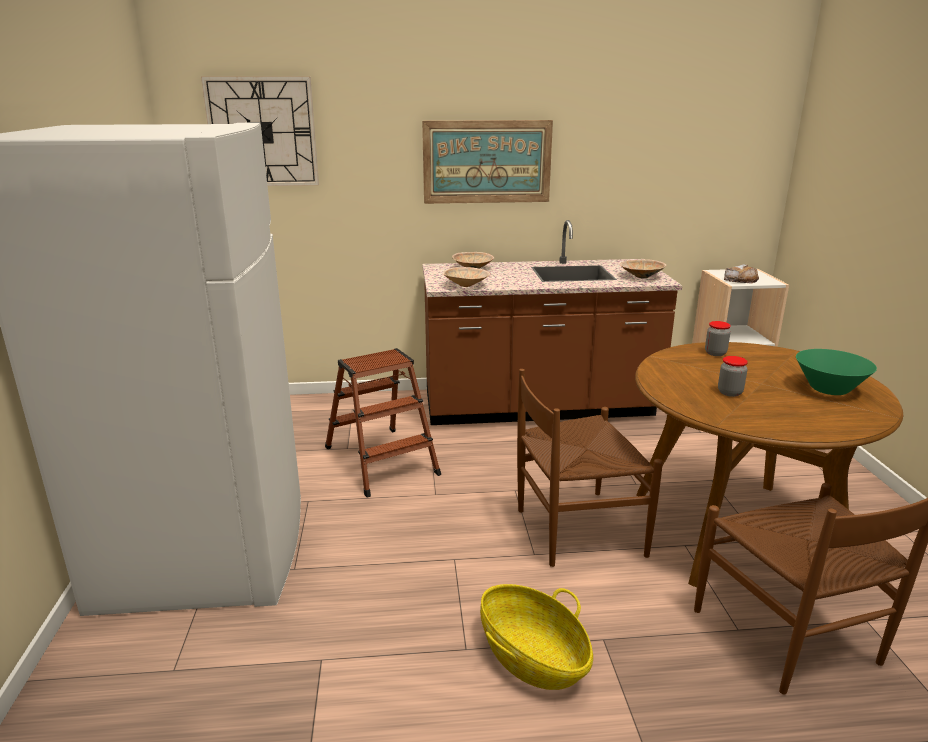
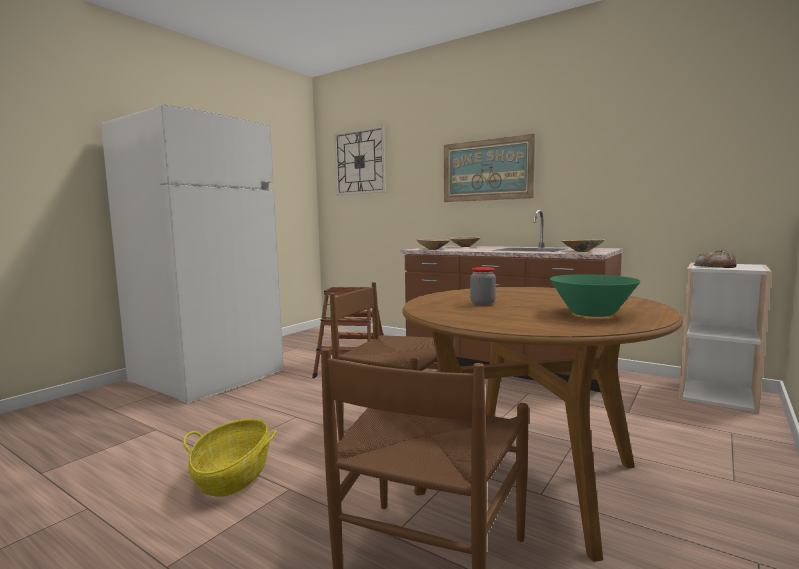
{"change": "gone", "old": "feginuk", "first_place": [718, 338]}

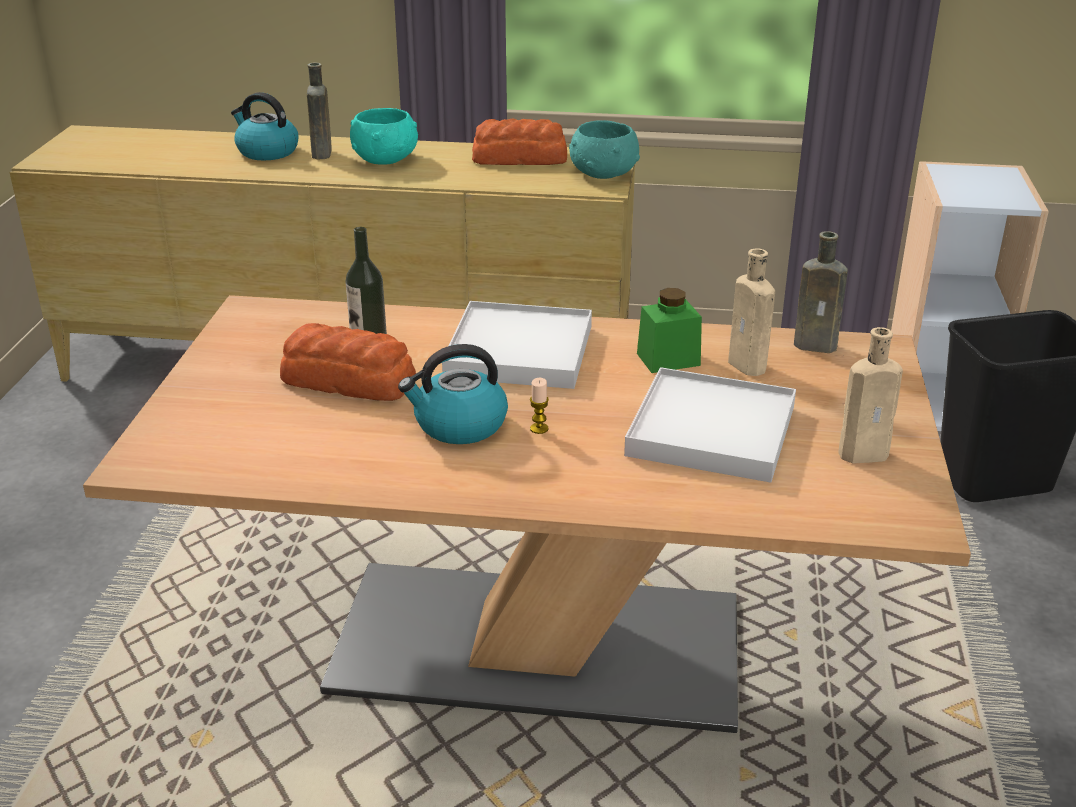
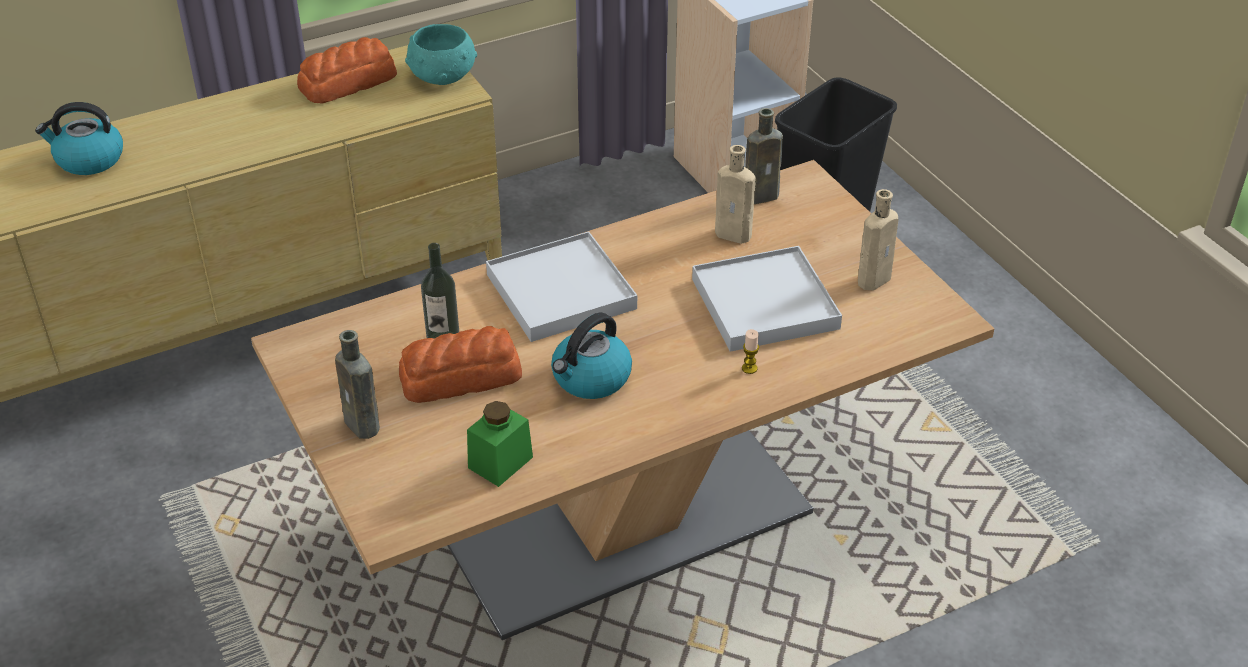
{"change": "shifted", "old": "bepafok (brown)", "first_place": [319, 110], "second_place": [357, 384]}
{"change": "gone", "old": "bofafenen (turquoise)", "first_place": [384, 136]}
{"change": "shifted", "old": "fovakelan", "first_place": [539, 406], "second_place": [750, 351]}
{"change": "shifted", "old": "feginuk (green)", "first_place": [669, 330], "second_place": [500, 444]}

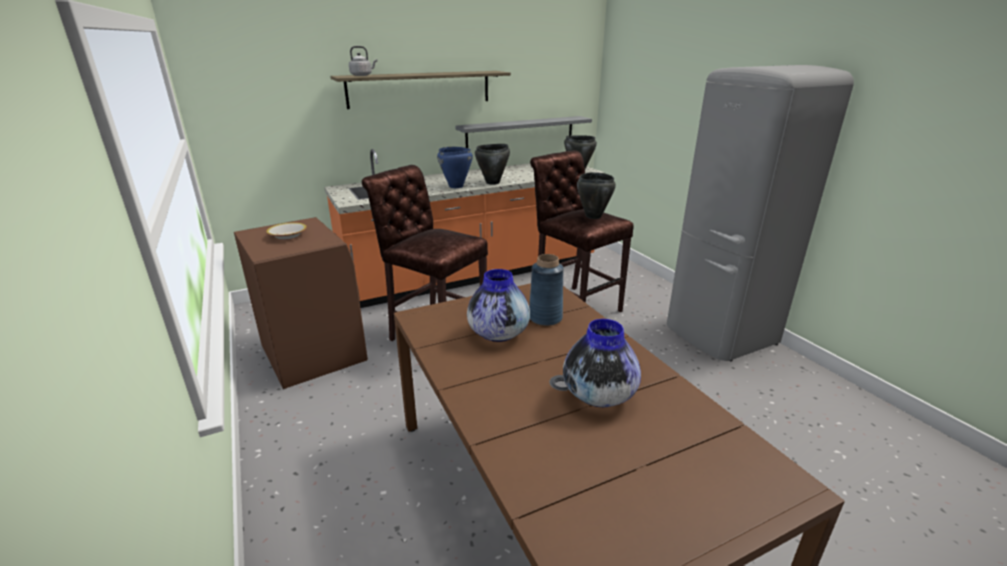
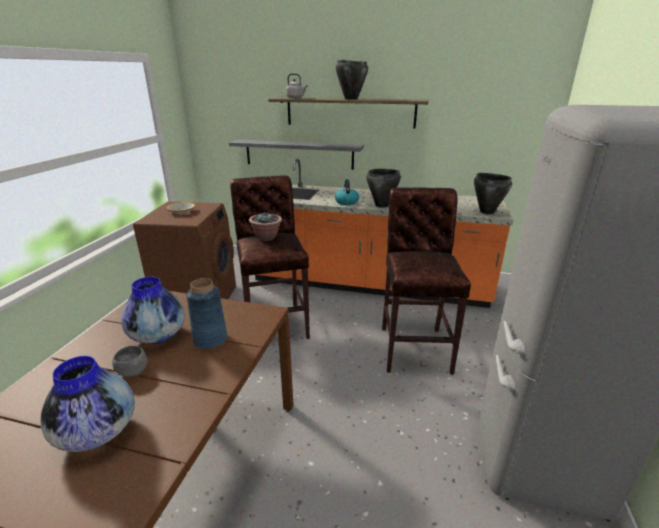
{"change": "swapped", "old": "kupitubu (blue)", "new": "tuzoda", "first_place": [455, 167], "second_place": [347, 192]}
{"change": "shifted", "old": "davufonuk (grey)", "first_place": [523, 132], "second_place": [296, 154]}
{"change": "shifted", "old": "kupitubu (black)", "first_place": [596, 195], "second_place": [352, 80]}
{"change": "new", "new": "bofafenen (grey)", "second_place": [129, 361]}
{"change": "new", "new": "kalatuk", "second_place": [265, 226]}

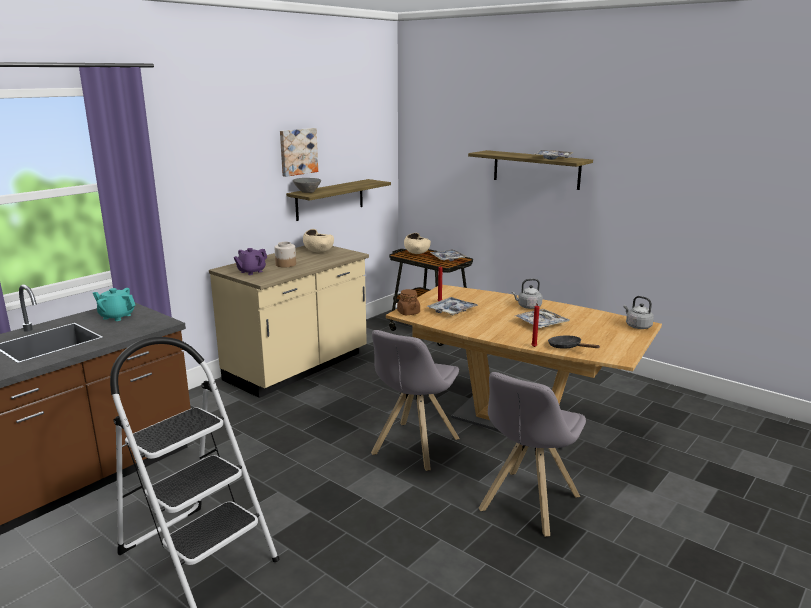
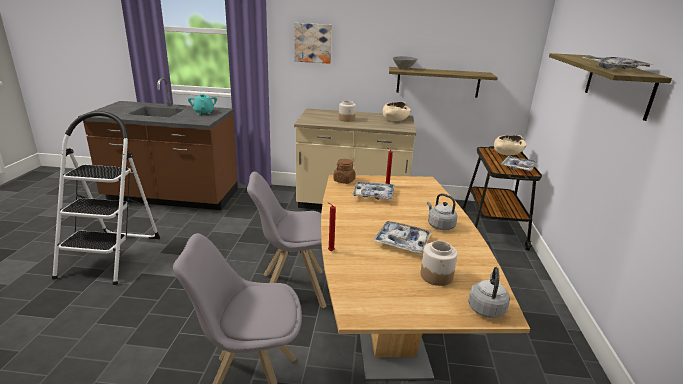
{"change": "gone", "old": "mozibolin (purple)", "first_place": [250, 261]}
{"change": "shifted", "old": "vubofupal", "first_place": [299, 152], "second_place": [313, 43]}
{"change": "gone", "old": "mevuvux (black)", "first_place": [574, 342]}
{"change": "new", "new": "feginuk", "second_place": [439, 263]}

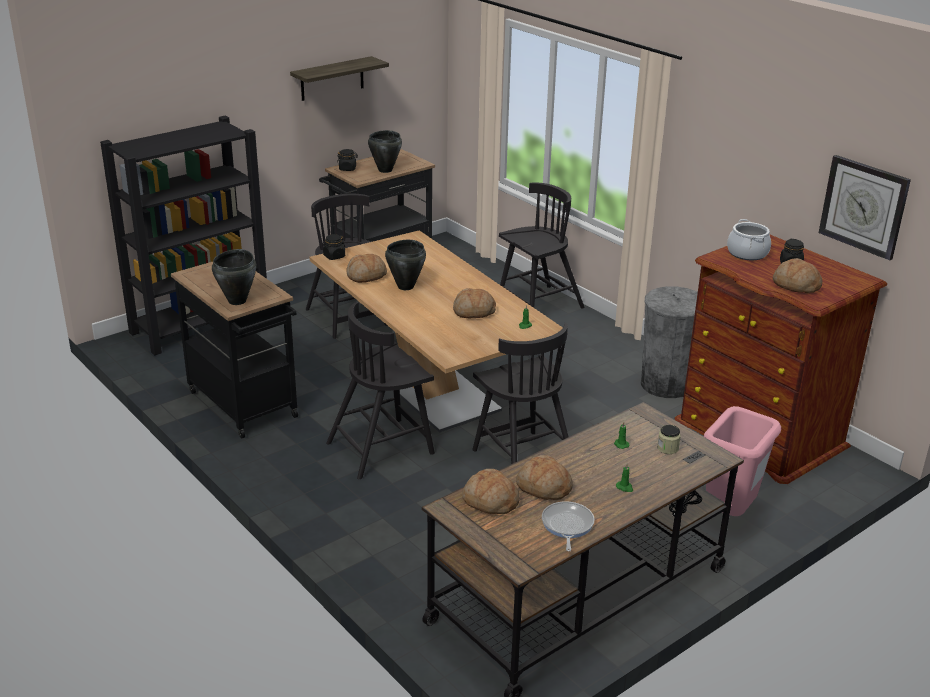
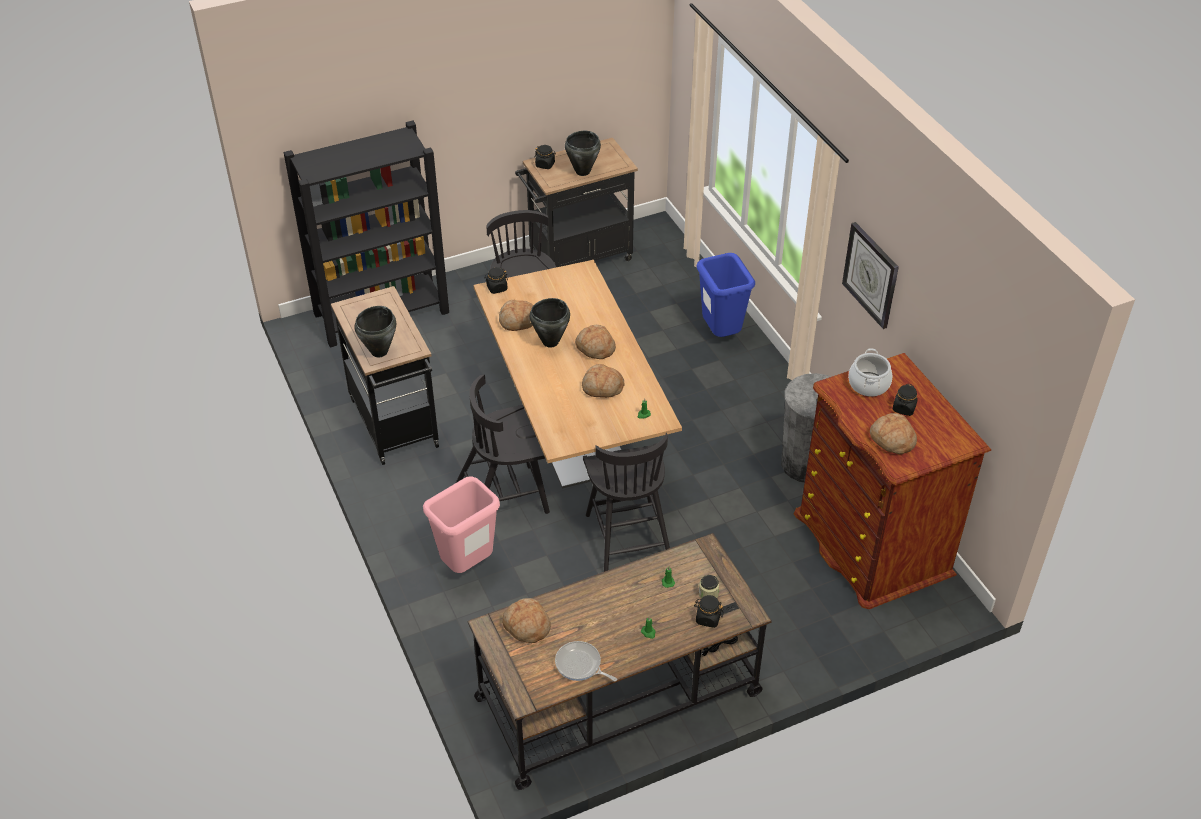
{"change": "gone", "old": "davufonuk", "first_place": [339, 78]}
{"change": "swapped", "old": "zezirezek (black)", "new": "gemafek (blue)", "first_place": [542, 245], "second_place": [726, 295]}
{"change": "shifted", "old": "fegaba", "first_place": [544, 477], "second_place": [595, 342]}
{"change": "rotated", "old": "mevuvux", "first_place": [568, 526], "second_place": [586, 661], "degrees": -75}
{"change": "shifted", "old": "gemafek (pink)", "first_place": [742, 461], "second_place": [461, 524]}
{"change": "shifted", "old": "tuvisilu", "first_place": [865, 208], "second_place": [870, 275]}
{"change": "new", "new": "feginuk (black)", "second_place": [709, 611]}

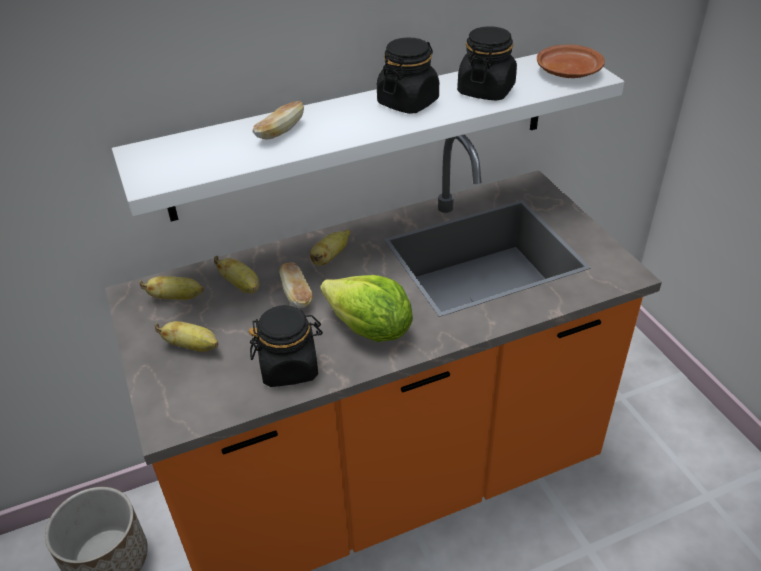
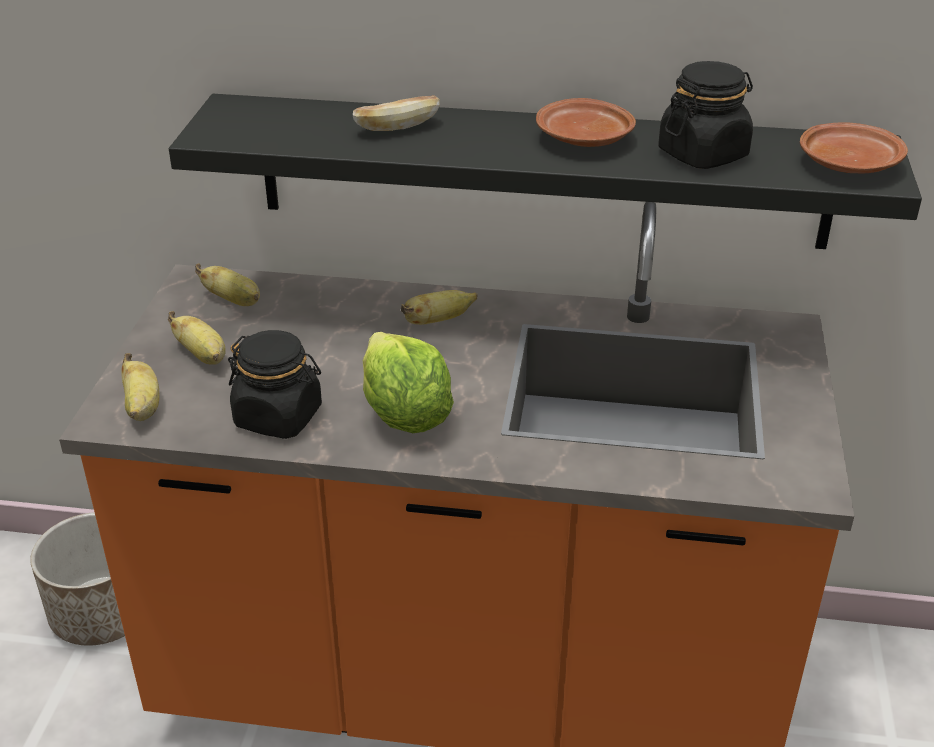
{"change": "repainted", "old": "davufonuk (white)", "new": "davufonuk (black)", "first_place": [368, 138], "second_place": [545, 171]}
{"change": "shifted", "old": "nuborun", "first_place": [237, 274], "second_place": [140, 387]}
{"change": "gone", "old": "fegaba", "first_place": [296, 285]}
{"change": "swapped", "old": "feginuk (black)", "new": "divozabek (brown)", "first_place": [408, 75], "second_place": [586, 122]}

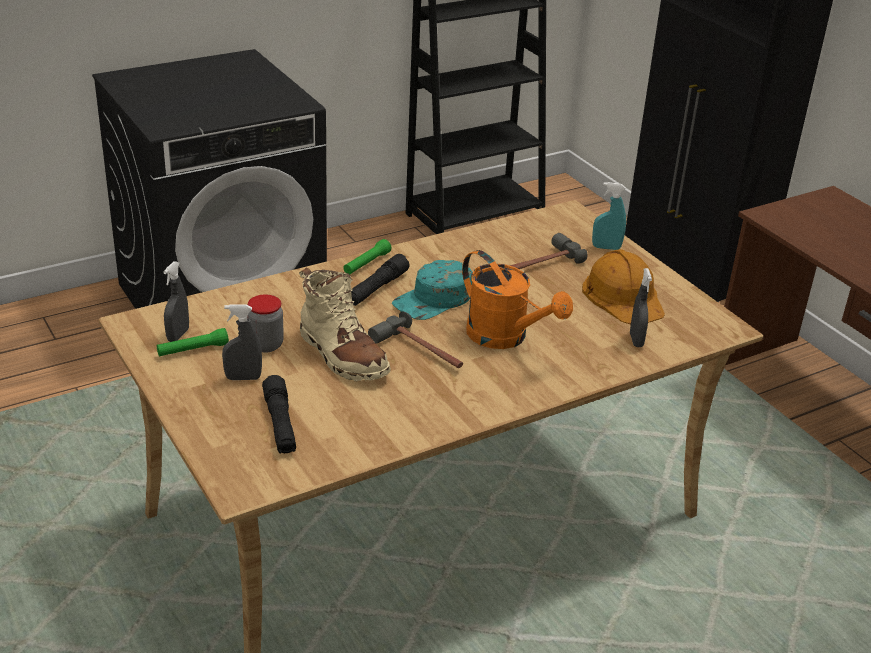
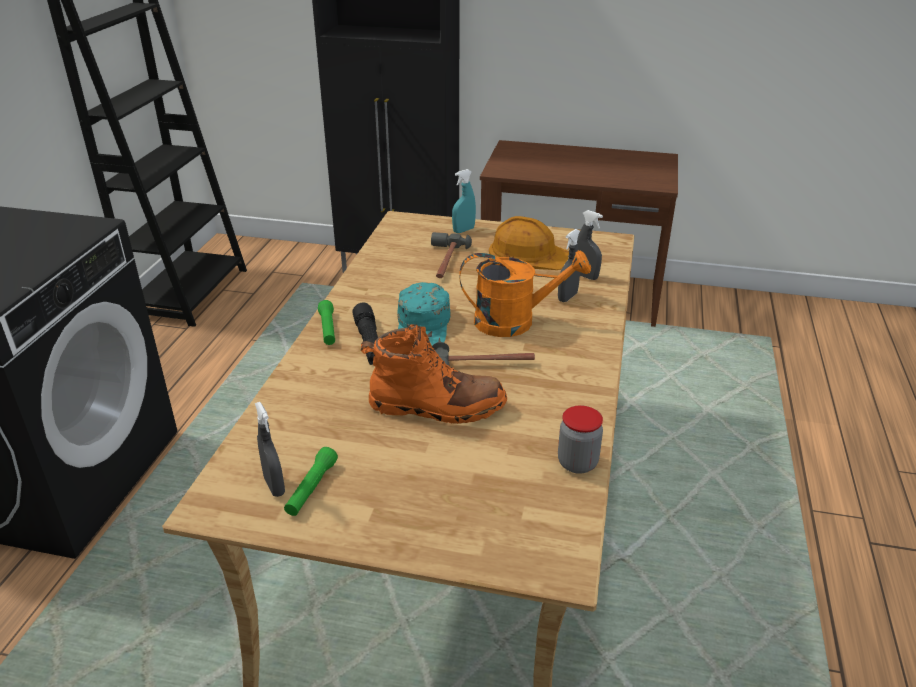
{"change": "shifted", "old": "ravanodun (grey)", "first_place": [242, 342], "second_place": [569, 265]}
{"change": "shifted", "old": "feginuk", "first_place": [265, 323], "second_place": [580, 439]}
{"change": "gone", "old": "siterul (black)", "first_place": [279, 414]}
{"change": "repainted", "old": "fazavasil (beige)", "new": "fazavasil (orange)", "first_place": [345, 324], "second_place": [434, 374]}

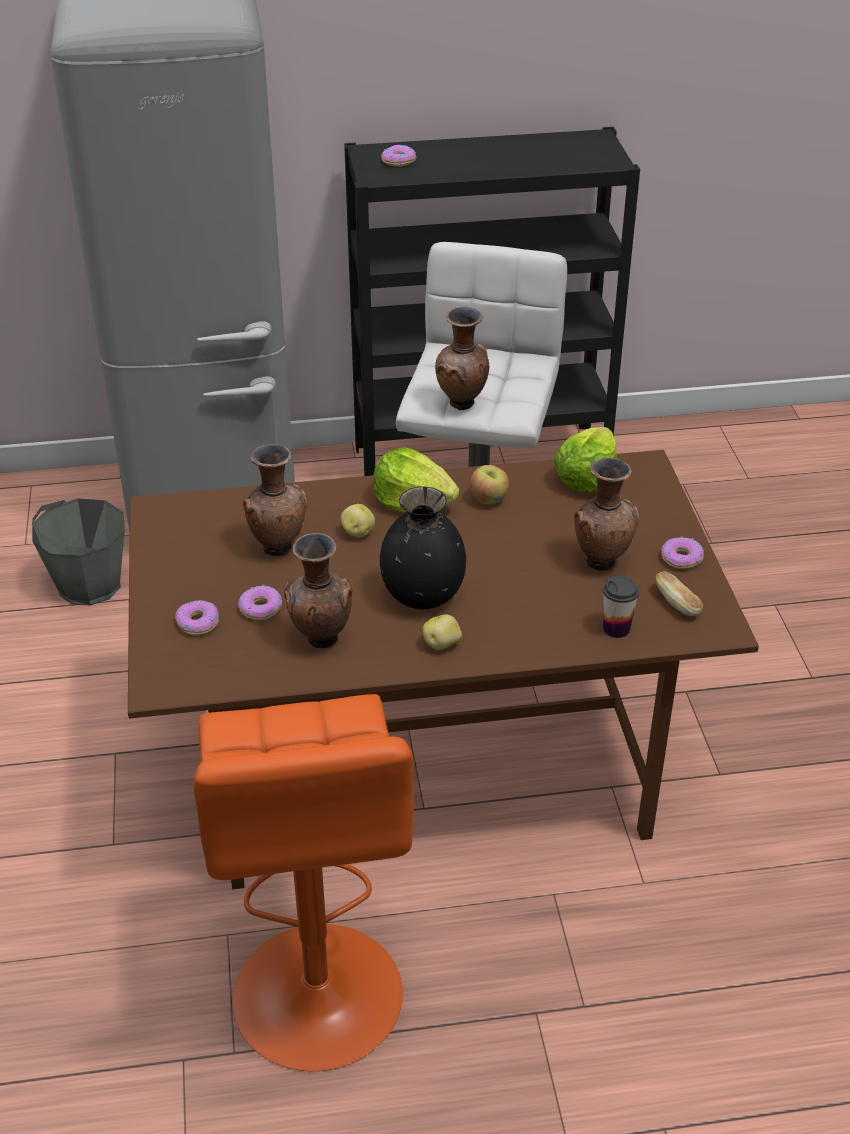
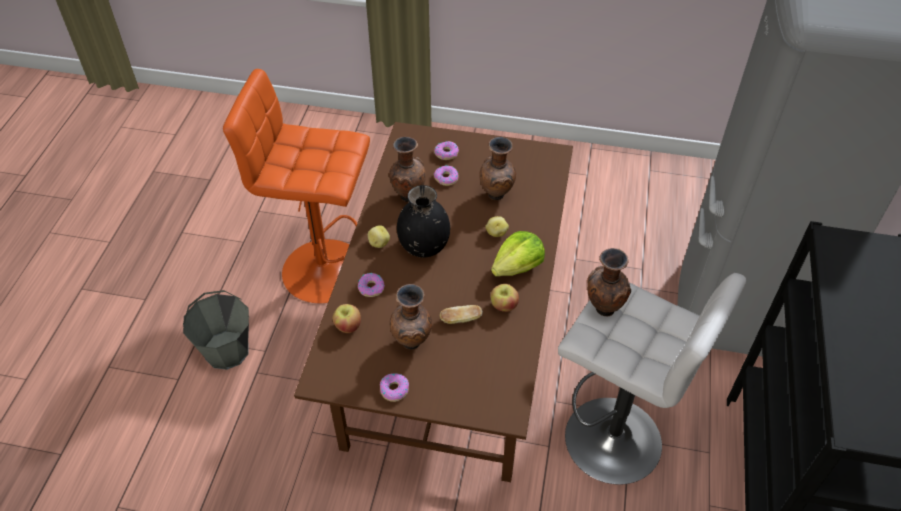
{"change": "shifted", "old": "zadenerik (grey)", "first_place": [78, 552], "second_place": [216, 330]}
{"change": "shifted", "old": "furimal", "first_place": [398, 156], "second_place": [371, 285]}
{"change": "gone", "old": "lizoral", "first_place": [585, 460]}
{"change": "swapped", "old": "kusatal", "new": "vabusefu", "first_place": [621, 607], "second_place": [347, 318]}
{"change": "shifted", "old": "fegaba", "first_place": [679, 593], "second_place": [461, 314]}

